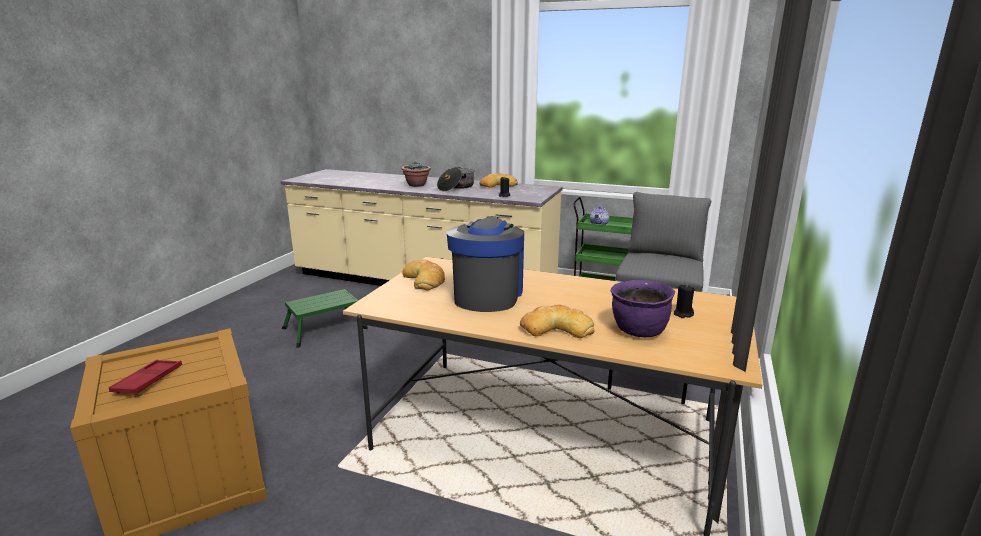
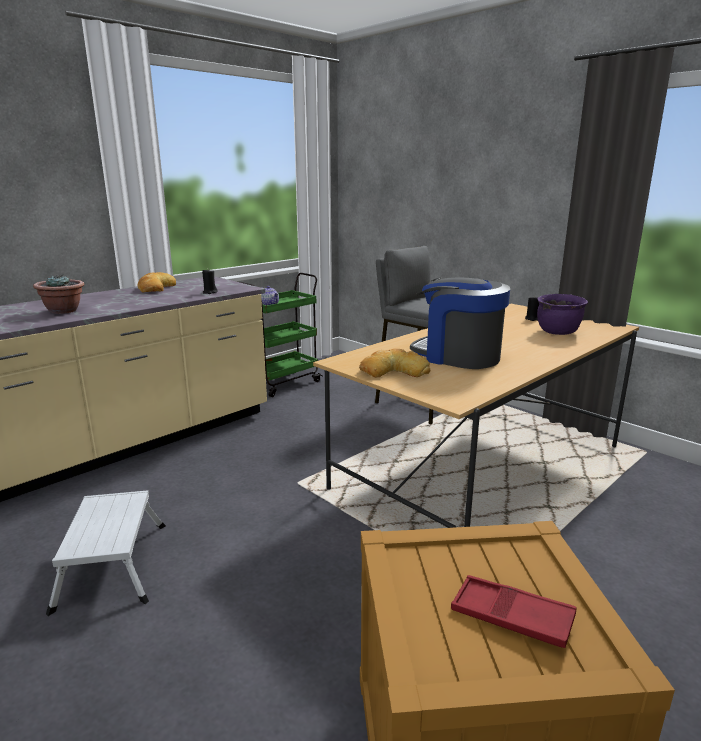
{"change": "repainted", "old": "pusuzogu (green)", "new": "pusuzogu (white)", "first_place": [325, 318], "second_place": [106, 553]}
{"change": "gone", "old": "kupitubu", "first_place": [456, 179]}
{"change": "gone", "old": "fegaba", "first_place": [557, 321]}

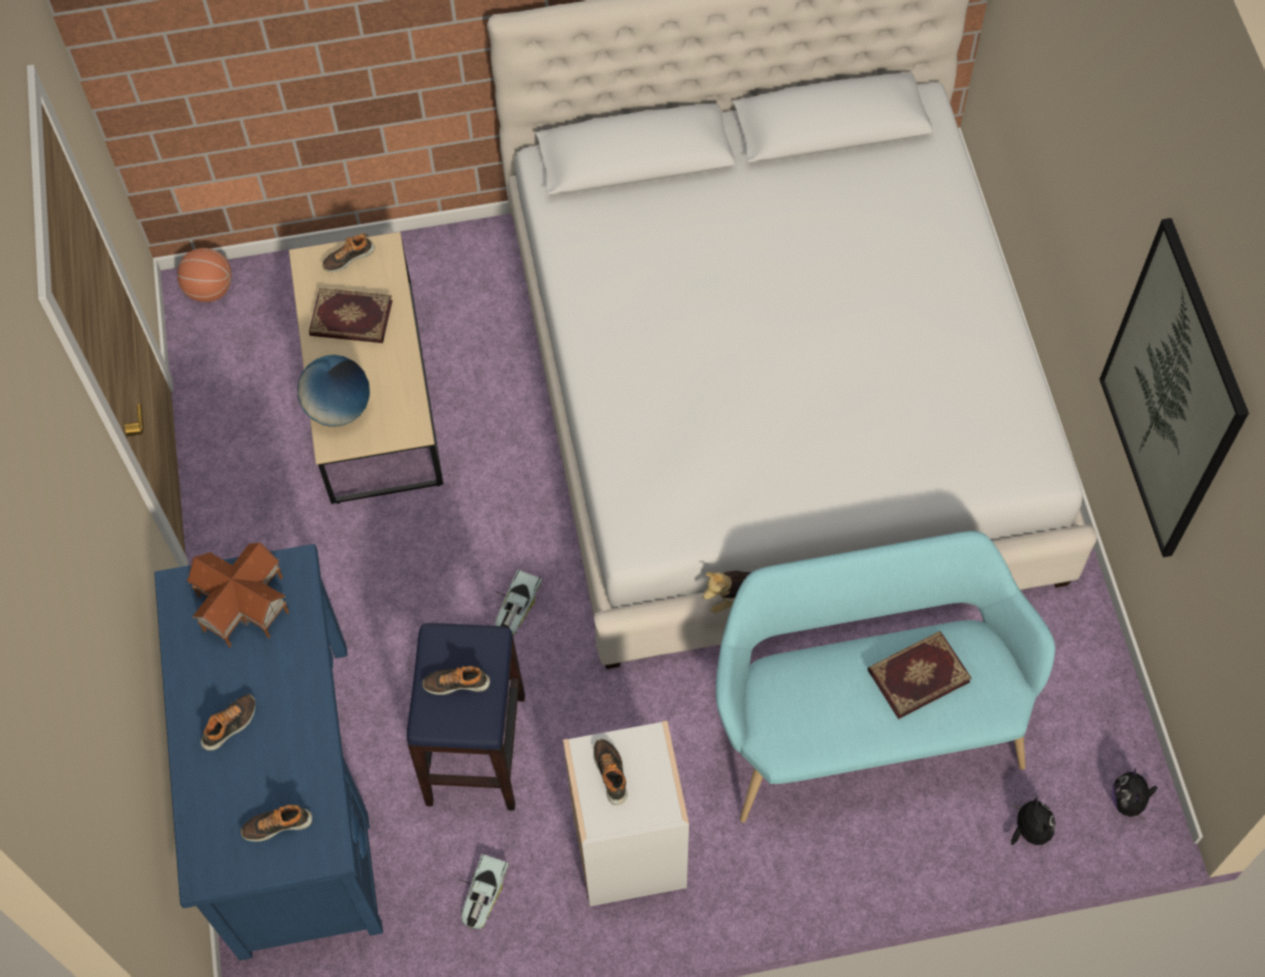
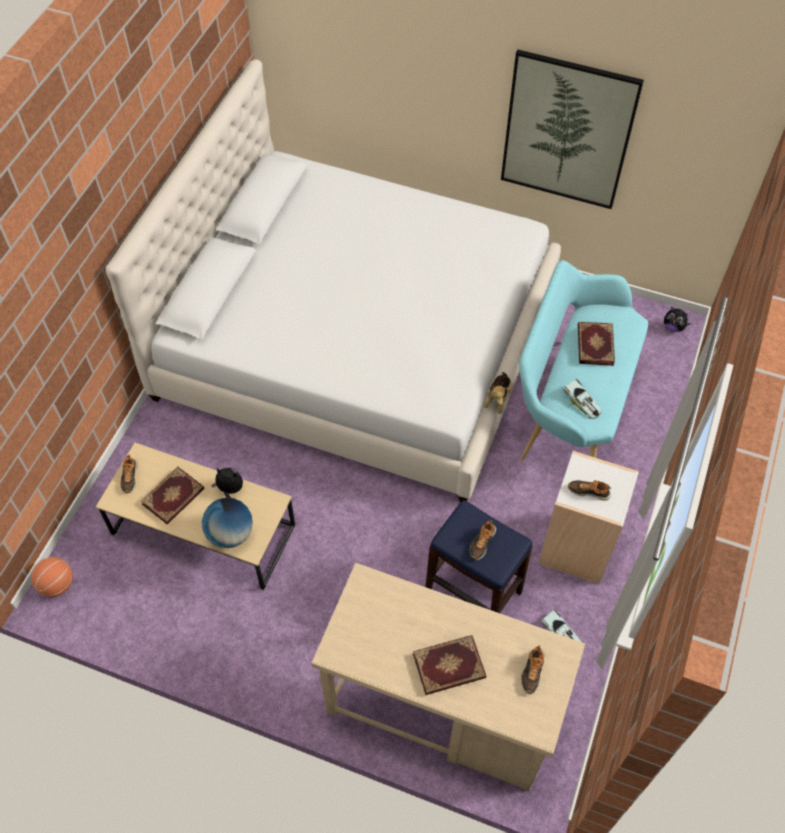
{"change": "repainted", "old": "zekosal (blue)", "new": "zekosal (beige)", "first_place": [268, 752], "second_place": [448, 677]}
{"change": "gone", "old": "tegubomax", "first_place": [238, 595]}
{"change": "swapped", "old": "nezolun", "new": "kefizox", "first_place": [228, 722], "second_place": [449, 665]}
{"change": "shifted", "old": "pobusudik", "first_place": [518, 602], "second_place": [582, 399]}
{"change": "shifted", "old": "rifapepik", "first_place": [1033, 821], "second_place": [227, 483]}

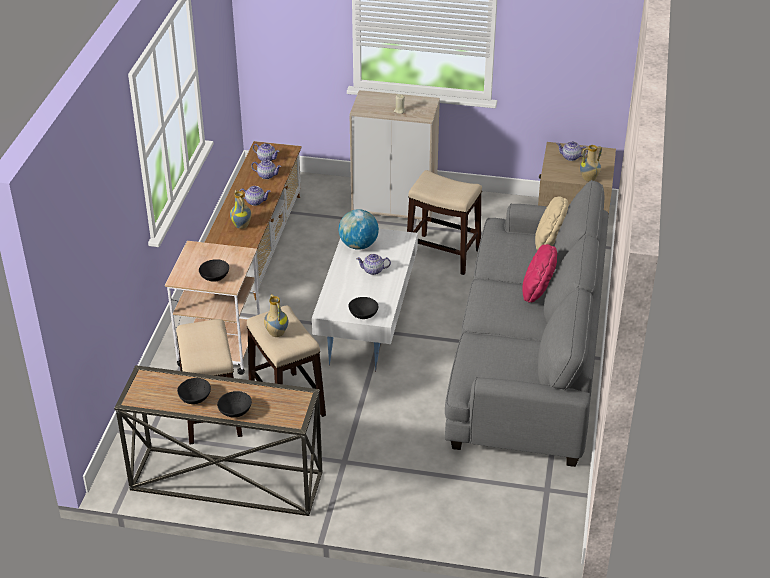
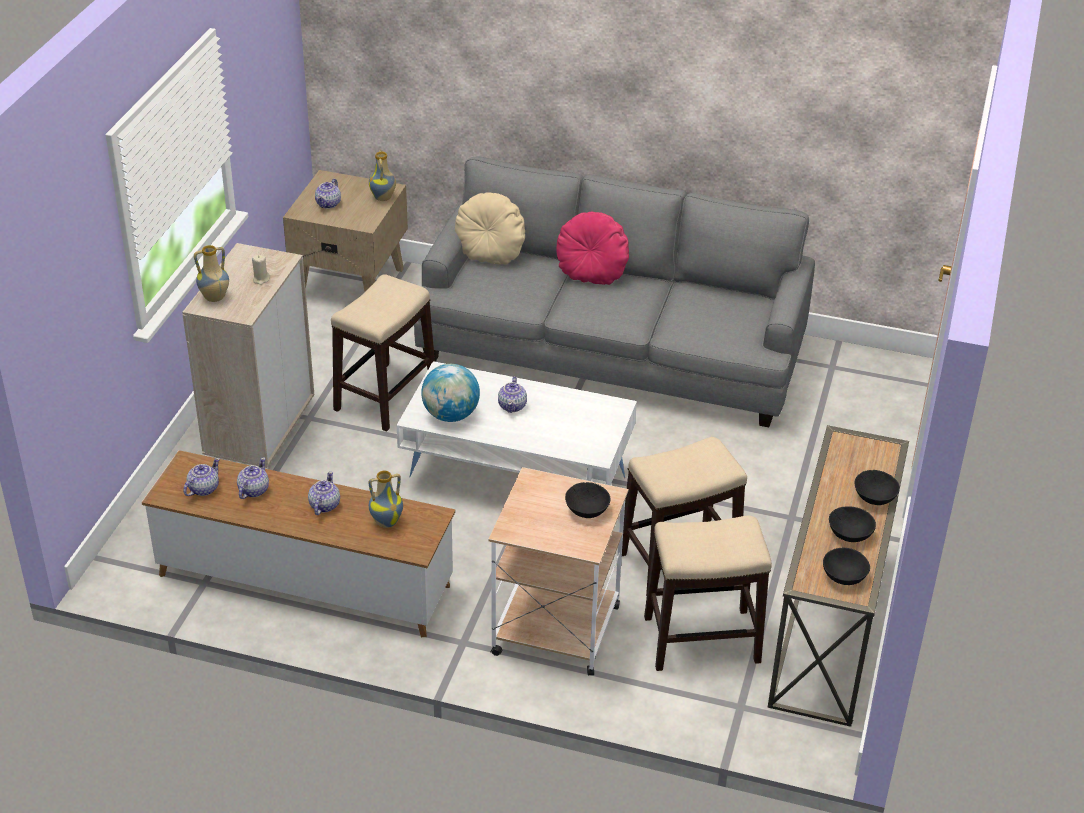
{"change": "shifted", "old": "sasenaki", "first_place": [276, 315], "second_place": [211, 273]}
{"change": "shifted", "old": "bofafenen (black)", "first_place": [363, 308], "second_place": [846, 566]}

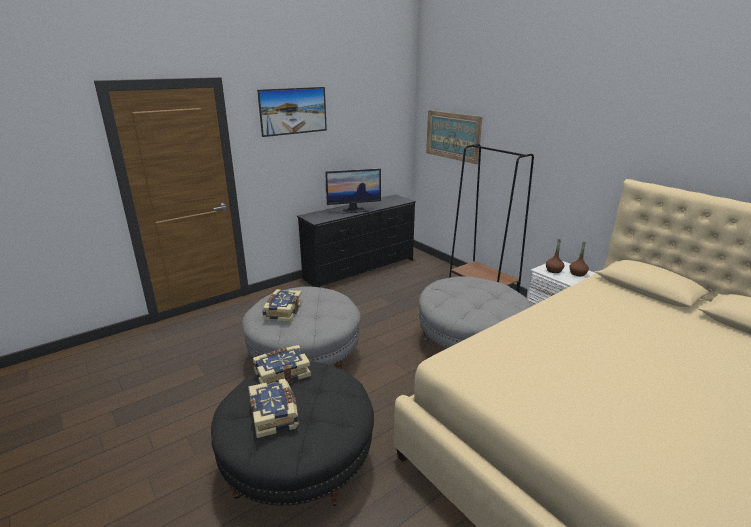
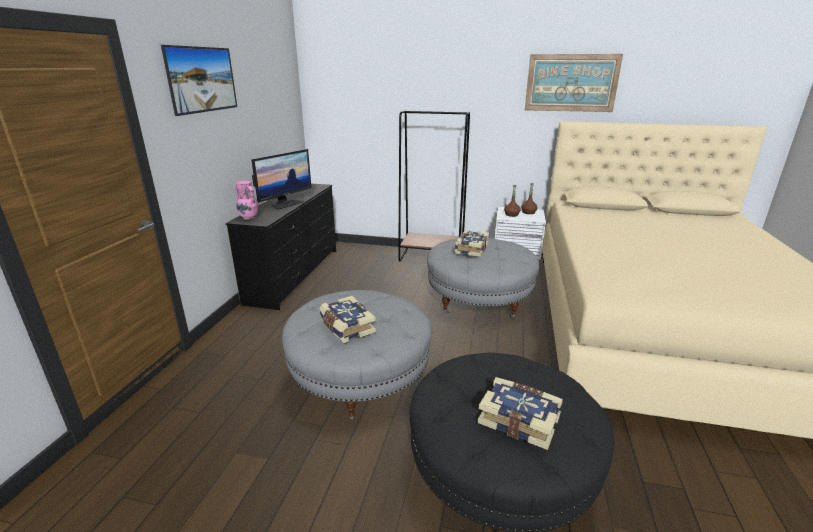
{"change": "shifted", "old": "kefizox", "first_place": [282, 365], "second_place": [472, 243]}
{"change": "shifted", "old": "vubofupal", "first_place": [454, 137], "second_place": [574, 83]}
{"change": "new", "new": "sasenaki (pink)", "second_place": [246, 200]}

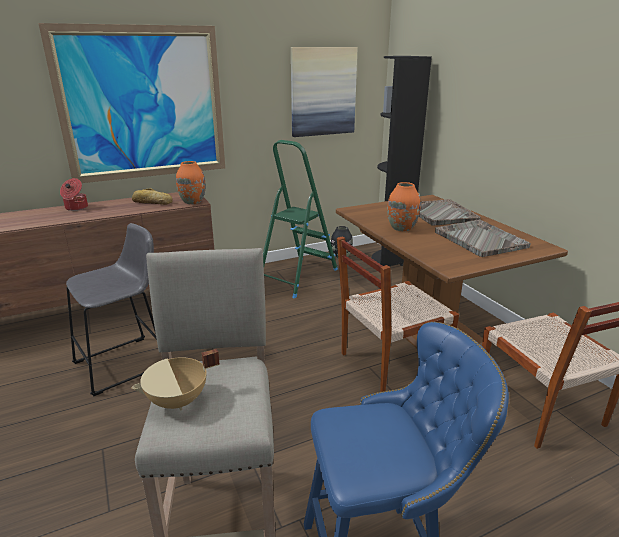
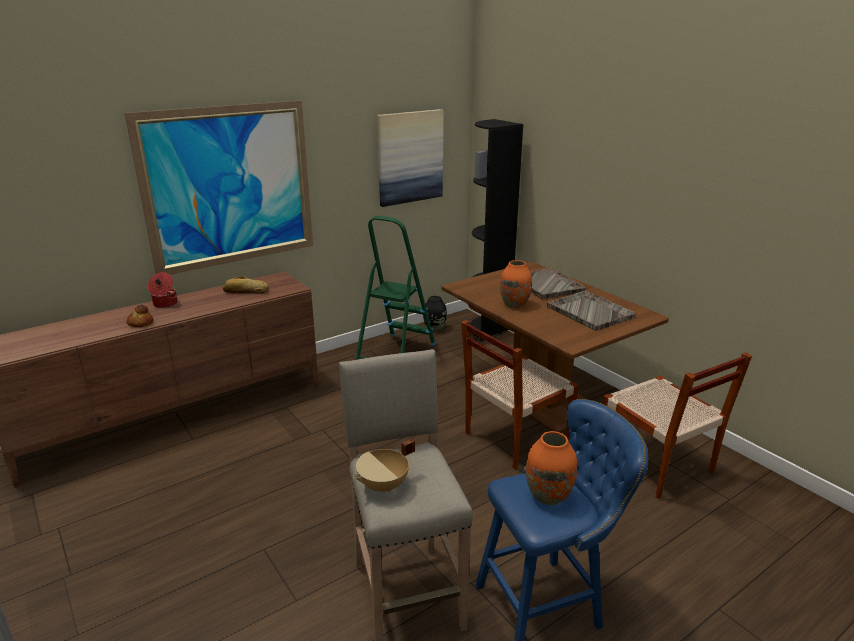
{"change": "gone", "old": "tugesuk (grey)", "first_place": [111, 309]}
{"change": "shifted", "old": "sasenaki (orange)", "first_place": [191, 182], "second_place": [551, 468]}
{"change": "new", "new": "fegaba", "second_place": [139, 316]}

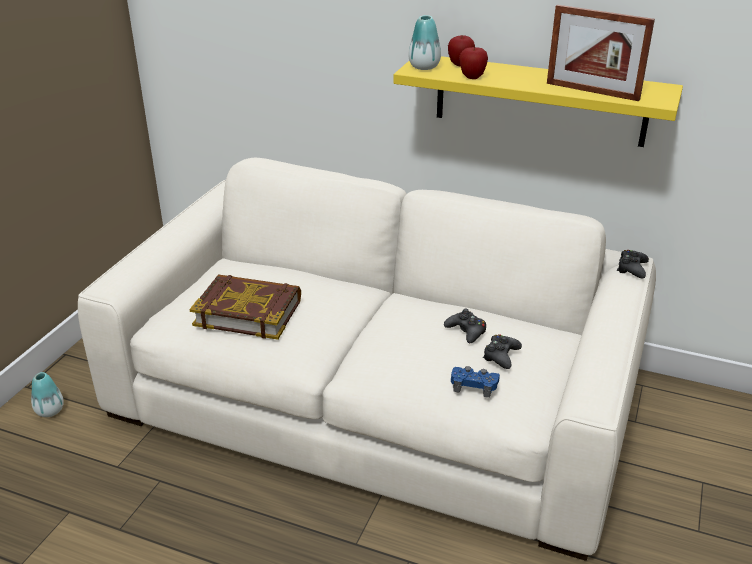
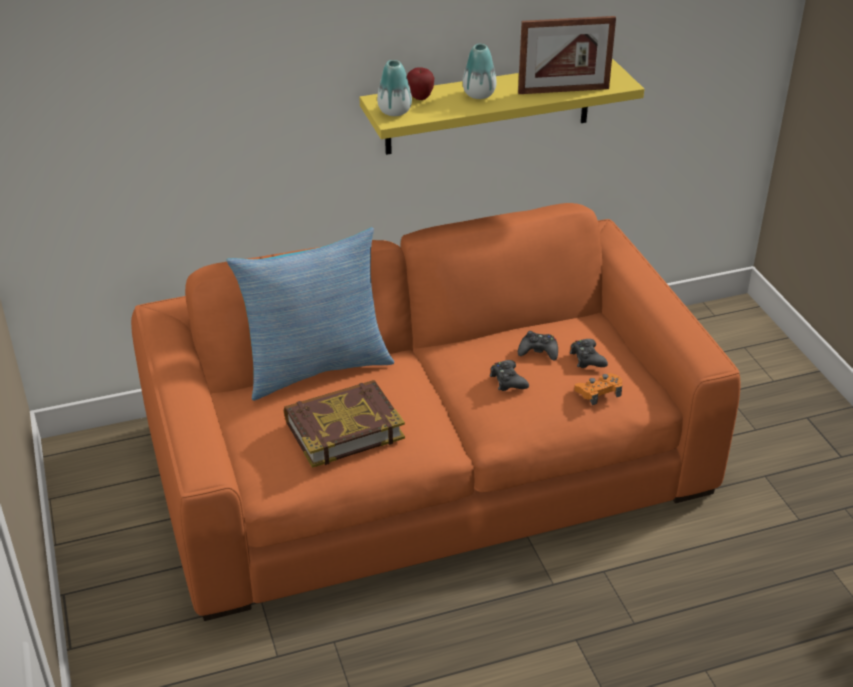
{"change": "shifted", "old": "sasenaki", "first_place": [47, 394], "second_place": [479, 71]}
{"change": "repainted", "old": "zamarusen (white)", "new": "zamarusen (orange)", "first_place": [367, 359], "second_place": [435, 412]}
{"change": "repainted", "old": "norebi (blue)", "new": "norebi (orange)", "first_place": [475, 382], "second_place": [598, 389]}
{"change": "gone", "old": "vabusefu", "first_place": [473, 63]}
{"change": "shifted", "old": "norebi (black)", "first_place": [633, 264], "second_place": [509, 375]}
{"change": "new", "new": "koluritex", "second_place": [310, 314]}

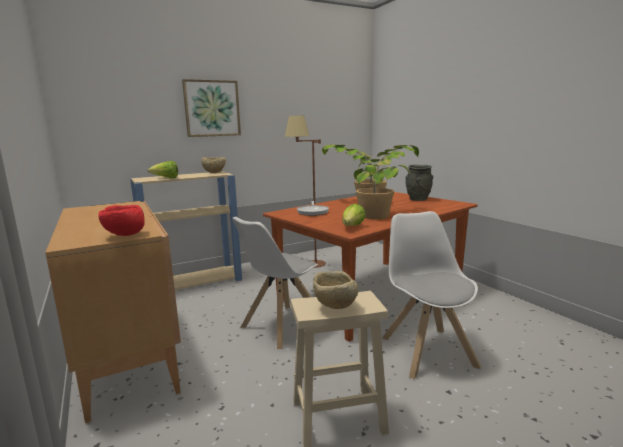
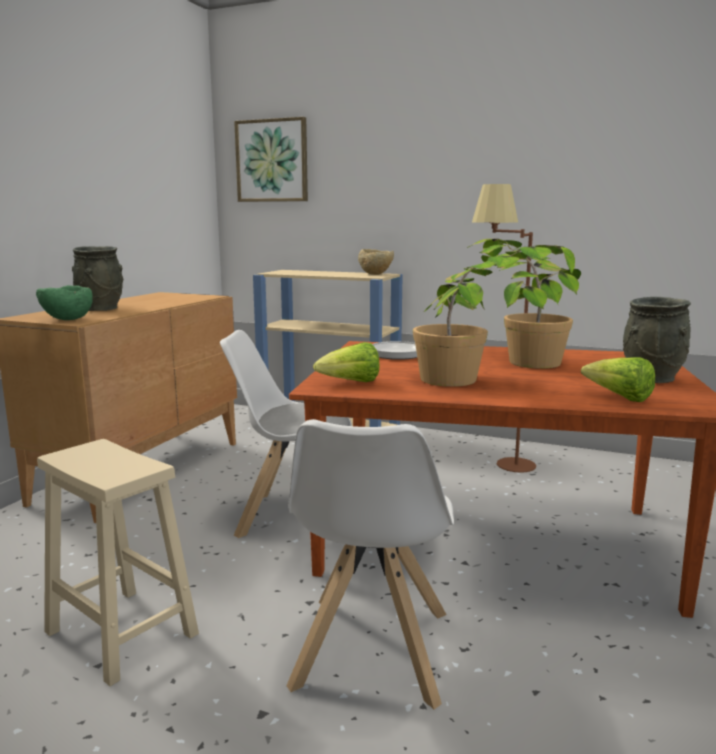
{"change": "repainted", "old": "bofafenen (red)", "new": "bofafenen (green)", "first_place": [121, 220], "second_place": [64, 302]}
{"change": "shifted", "old": "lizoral", "first_place": [163, 169], "second_place": [618, 379]}
{"change": "shifted", "old": "vubofupal", "first_place": [211, 108], "second_place": [271, 159]}
{"change": "gone", "old": "bofafenen (beige)", "first_place": [335, 290]}
{"change": "rotated", "old": "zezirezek", "first_place": [431, 295], "second_place": [370, 564], "degrees": 150}
{"change": "new", "new": "sasenaki (grey)", "second_place": [97, 278]}

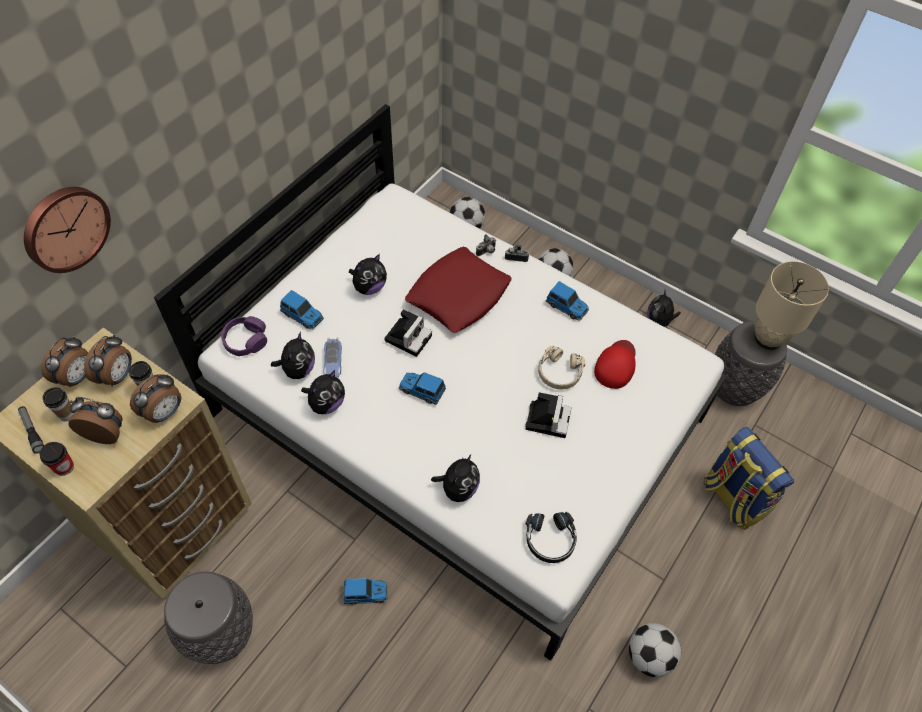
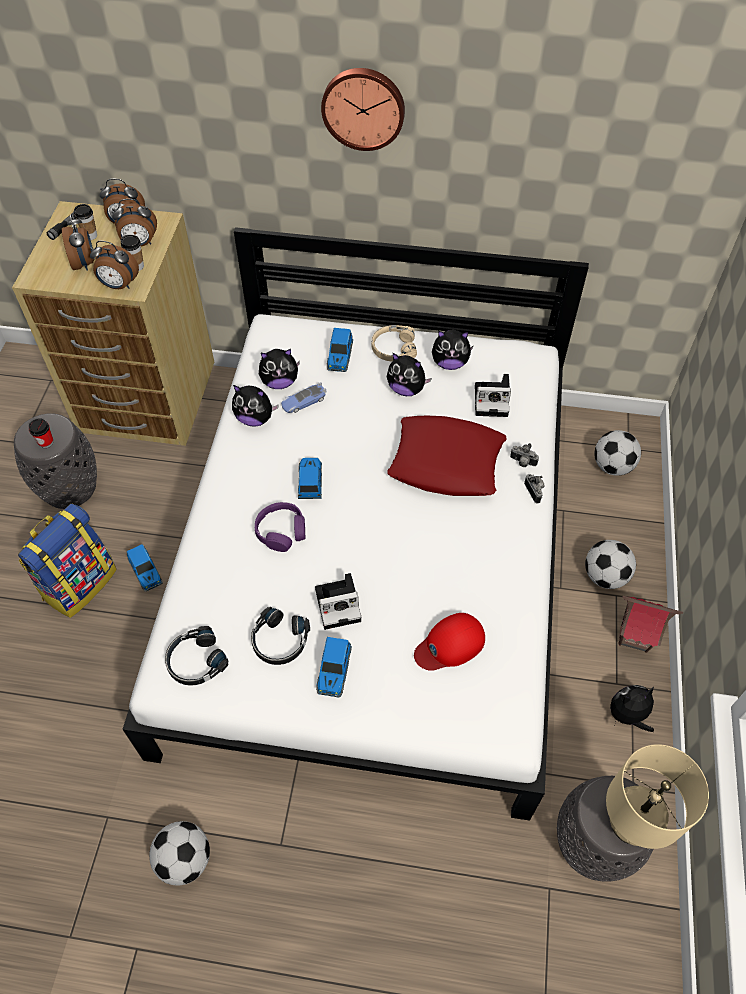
{"change": "shifted", "old": "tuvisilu", "first_place": [67, 230], "second_place": [363, 109]}
{"change": "shifted", "old": "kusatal", "first_place": [57, 459], "second_place": [41, 433]}
{"change": "shifted", "old": "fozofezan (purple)", "first_place": [244, 336], "second_place": [280, 527]}
{"change": "shifted", "old": "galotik", "first_place": [408, 333], "second_place": [493, 395]}
{"change": "shifted", "old": "rifapepik", "first_place": [455, 478], "second_place": [453, 350]}
{"change": "shifted", "old": "fozofezan (beige)", "first_place": [561, 367], "second_place": [394, 343]}
{"change": "shifted", "old": "pobusudik", "first_place": [567, 301], "second_place": [334, 667]}
{"change": "rotated", "old": "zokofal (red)", "first_place": [615, 364], "second_place": [449, 642], "degrees": 150}
{"change": "shifted", "old": "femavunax", "first_place": [749, 478], "second_place": [67, 560]}
{"change": "new", "new": "fozofezan (black)", "second_place": [280, 636]}
{"change": "new", "new": "tegubomax", "second_place": [650, 624]}

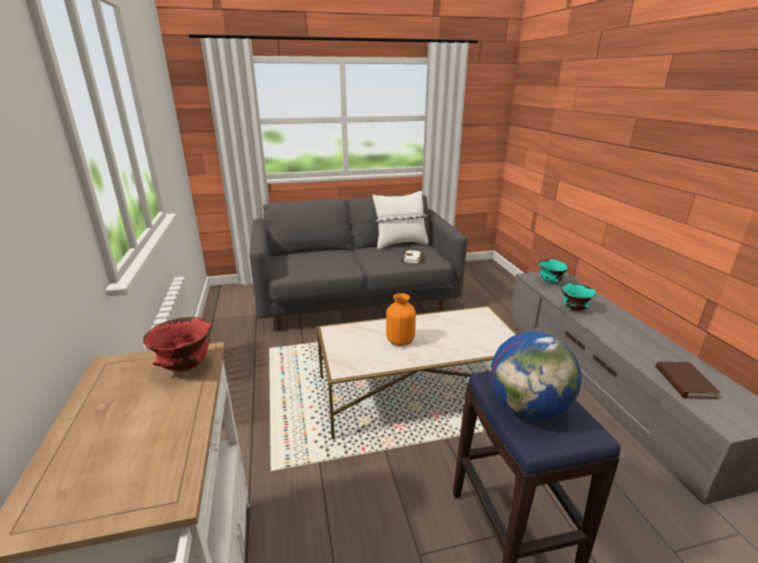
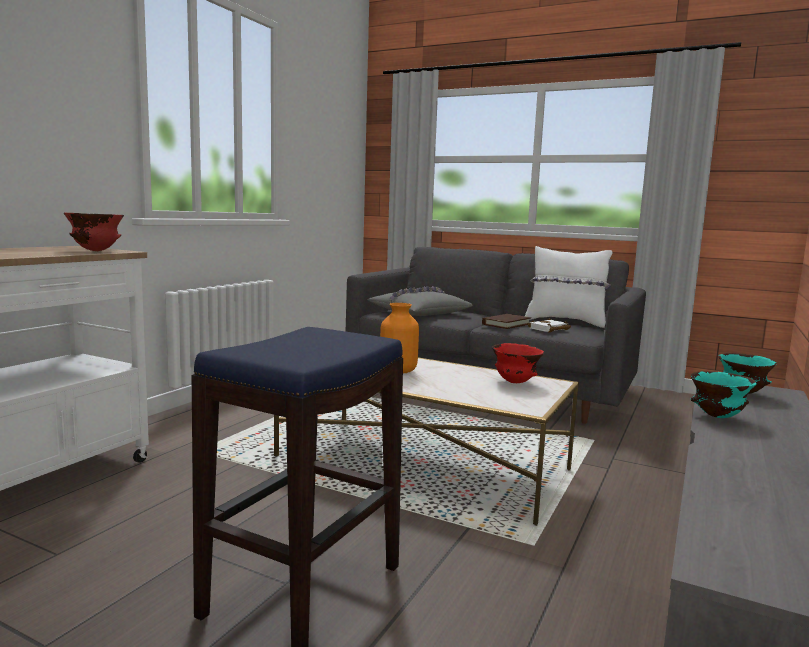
{"change": "gone", "old": "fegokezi", "first_place": [536, 375]}
{"change": "shifted", "old": "kefizox (brown)", "first_place": [688, 380], "second_place": [506, 321]}
{"change": "new", "new": "koluritex (grey)", "second_place": [420, 301]}
{"change": "new", "new": "bofafenen (red)", "second_place": [518, 363]}

